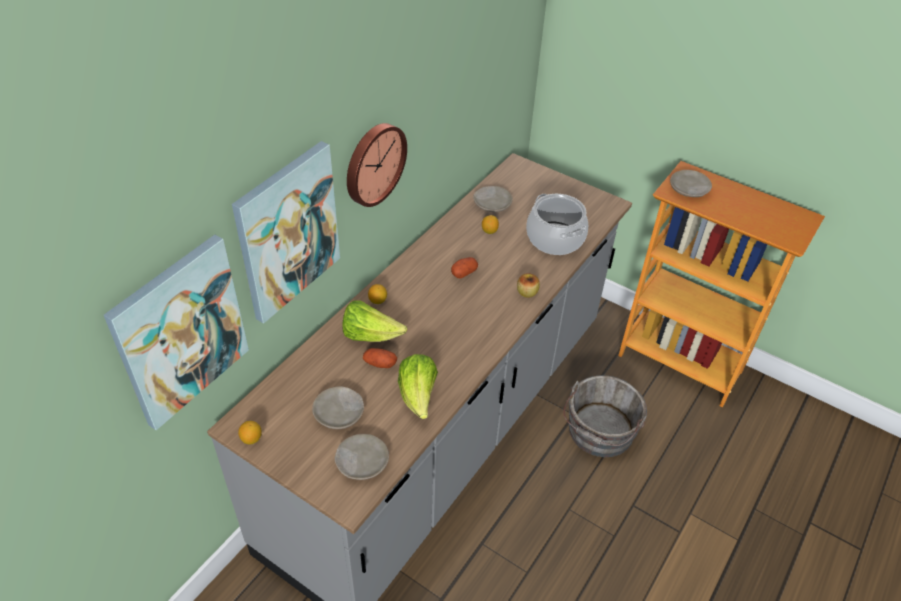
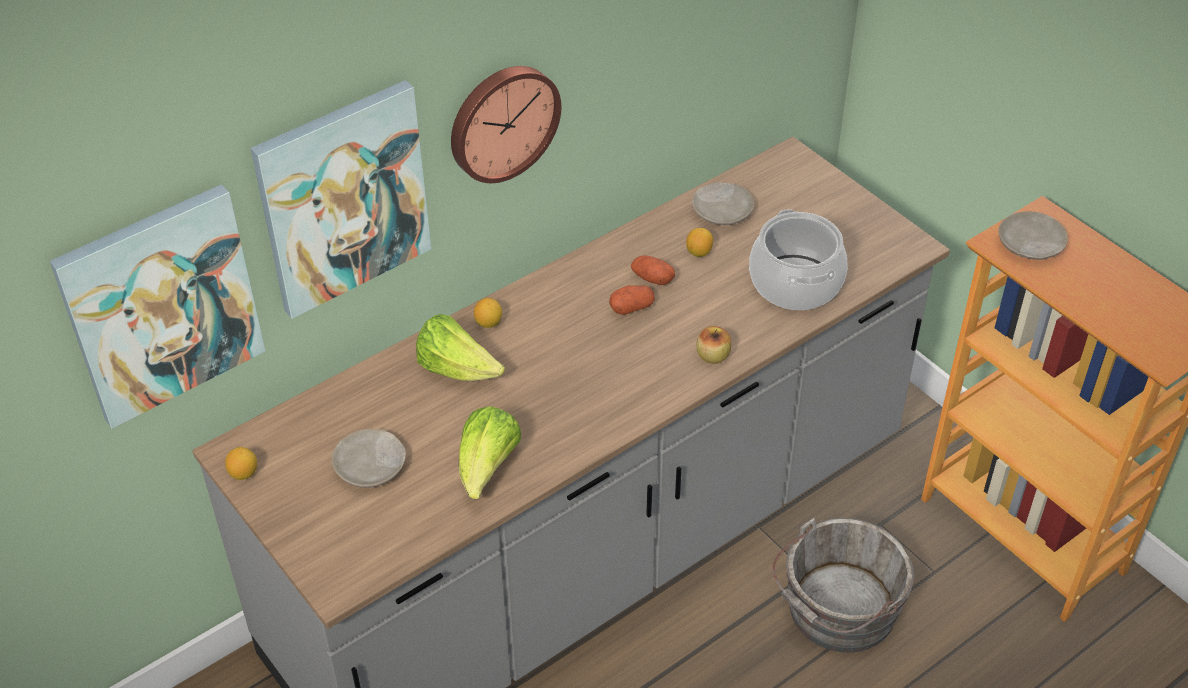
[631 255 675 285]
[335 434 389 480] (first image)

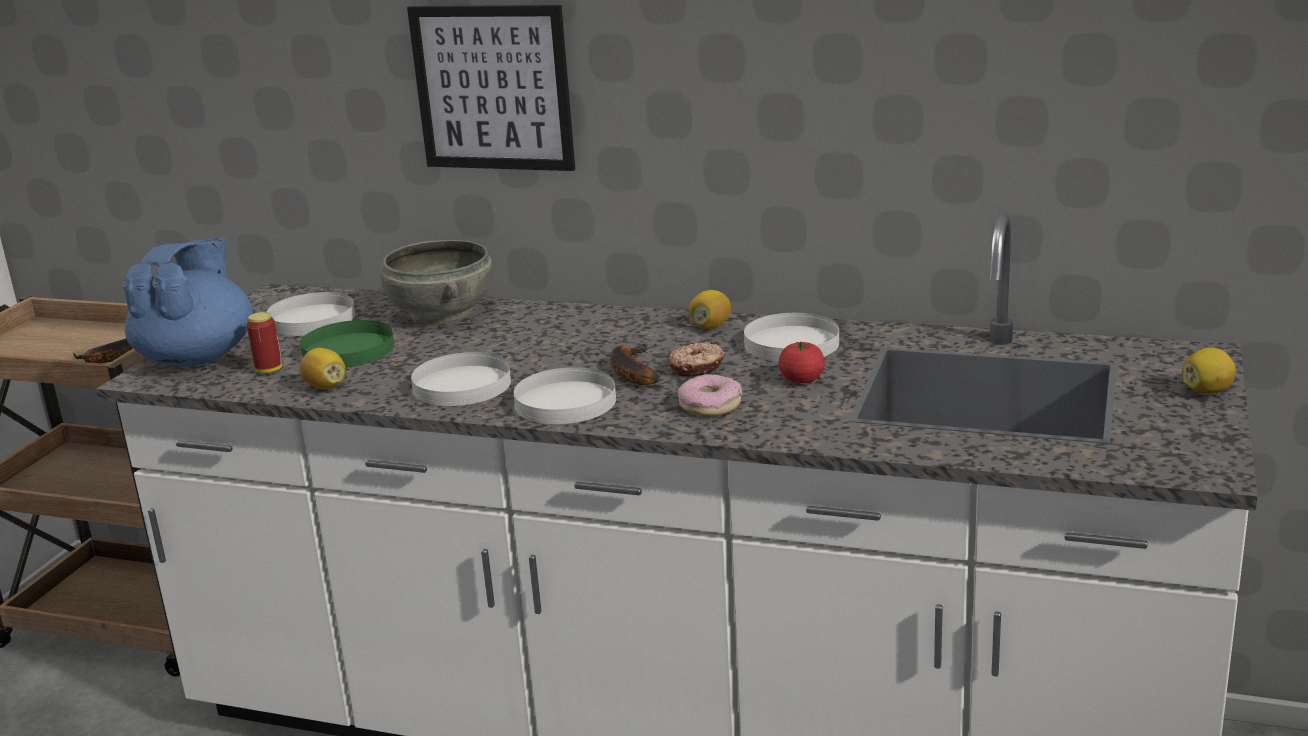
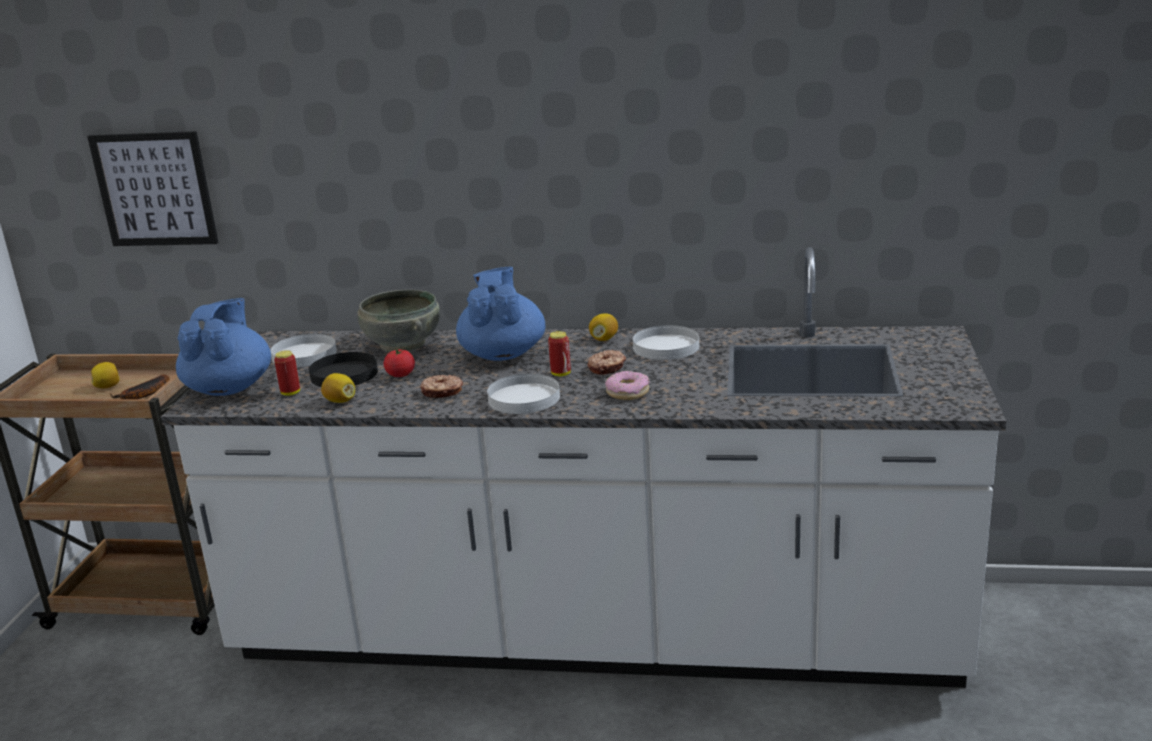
[87 131 219 246]
[91 362 119 388]
[309 352 378 387]
[384 349 415 377]
[420 375 463 398]
[456 267 546 361]
[548 331 571 376]

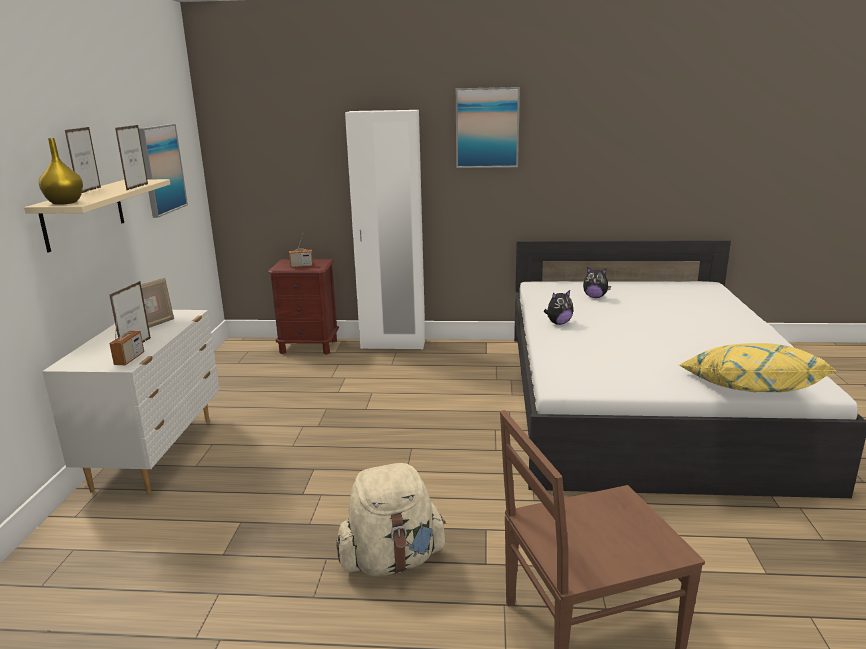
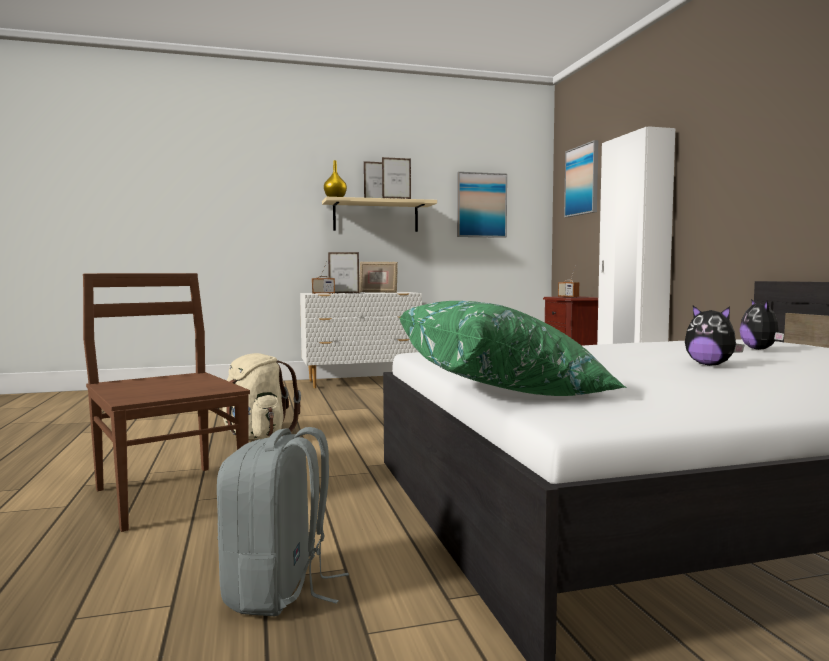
[217 427 349 616]
[399 301 627 396]
[564 140 598 217]
[685 306 744 366]

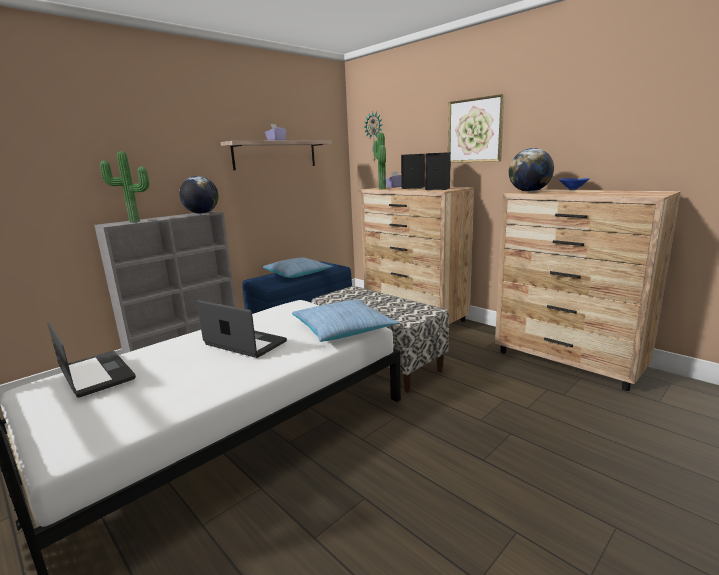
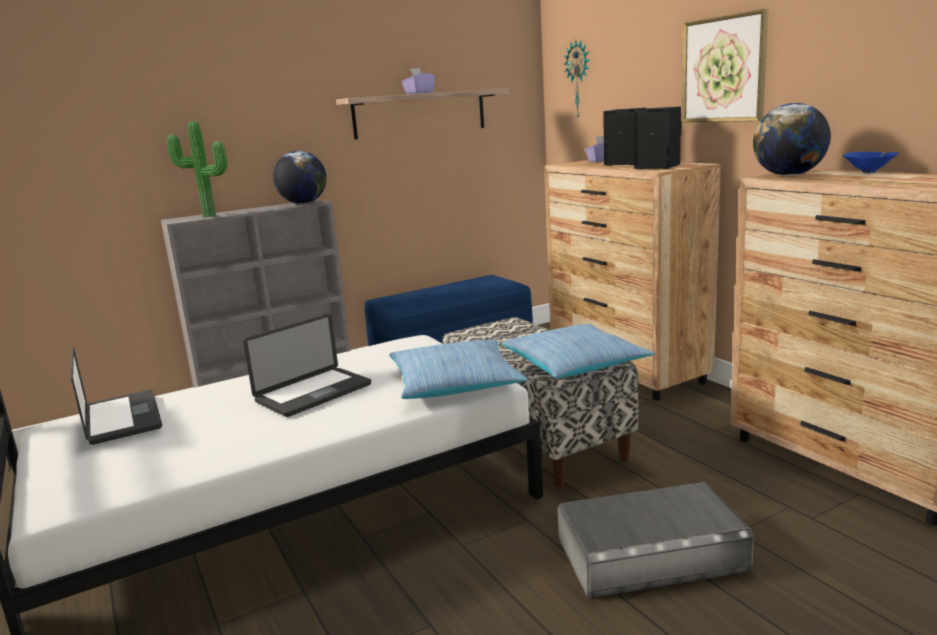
[243 314 371 417]
[502 324 655 378]
[558 482 754 598]
[374 133 386 189] (first image)

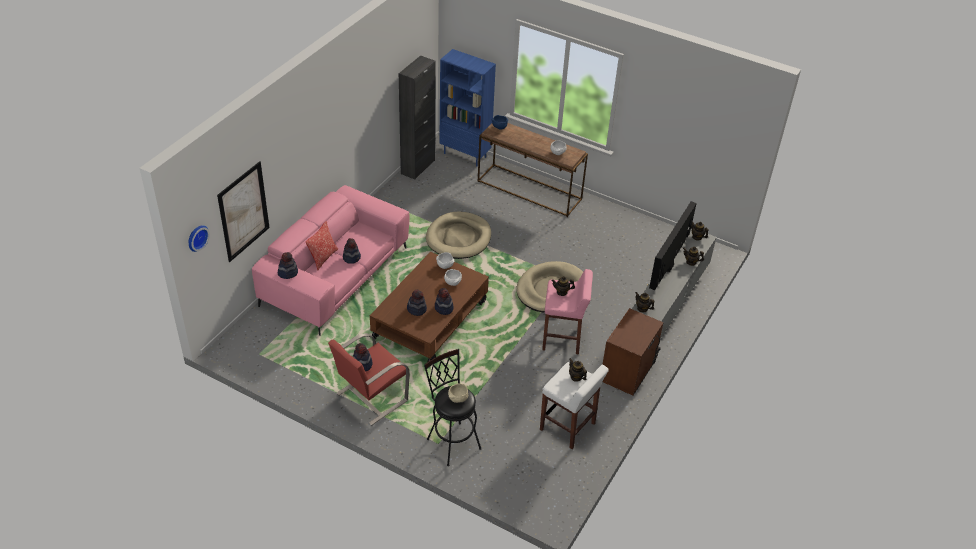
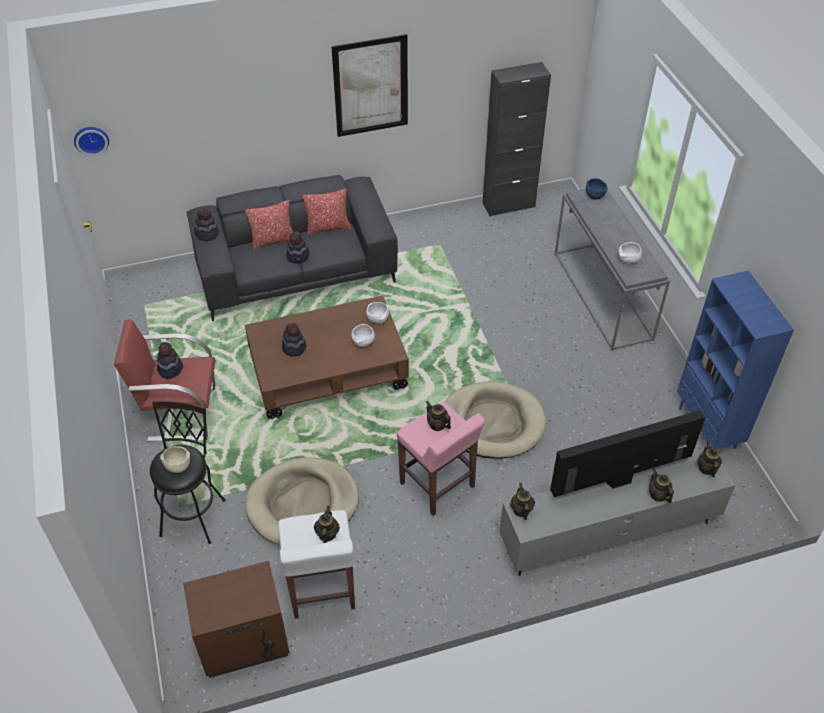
[183 561 290 678]
[187 175 398 321]
[245 457 359 545]
[302 189 351 236]
[331 34 408 137]
[555 188 670 351]
[677 271 794 450]
[435 288 453 315] (first image)

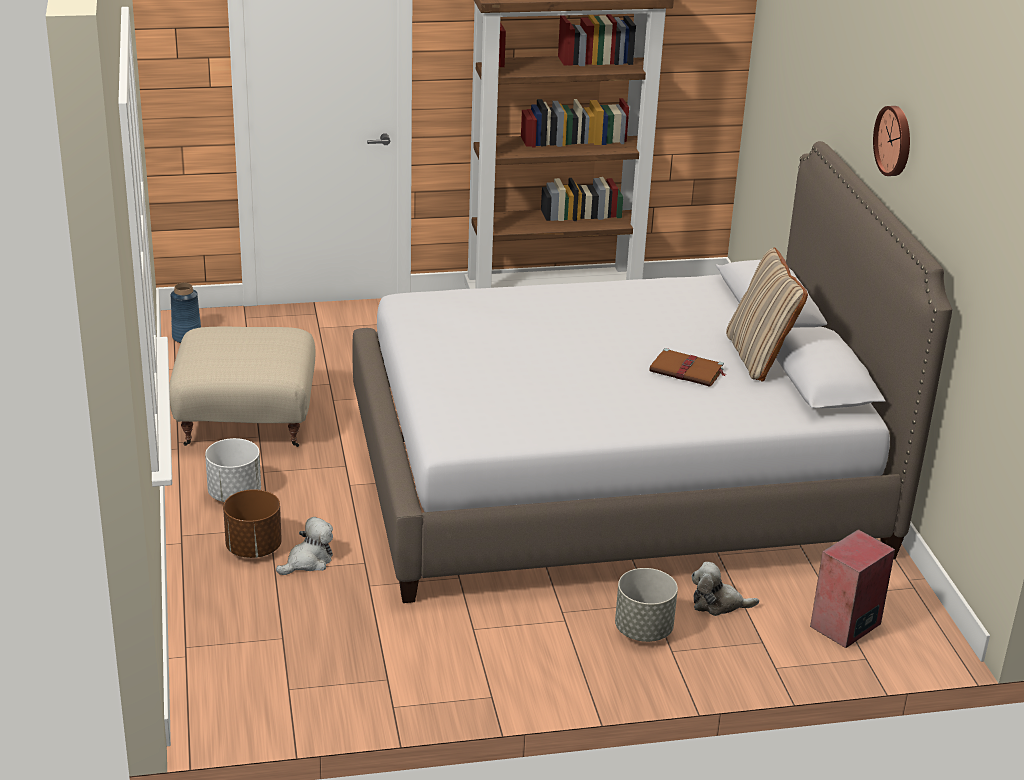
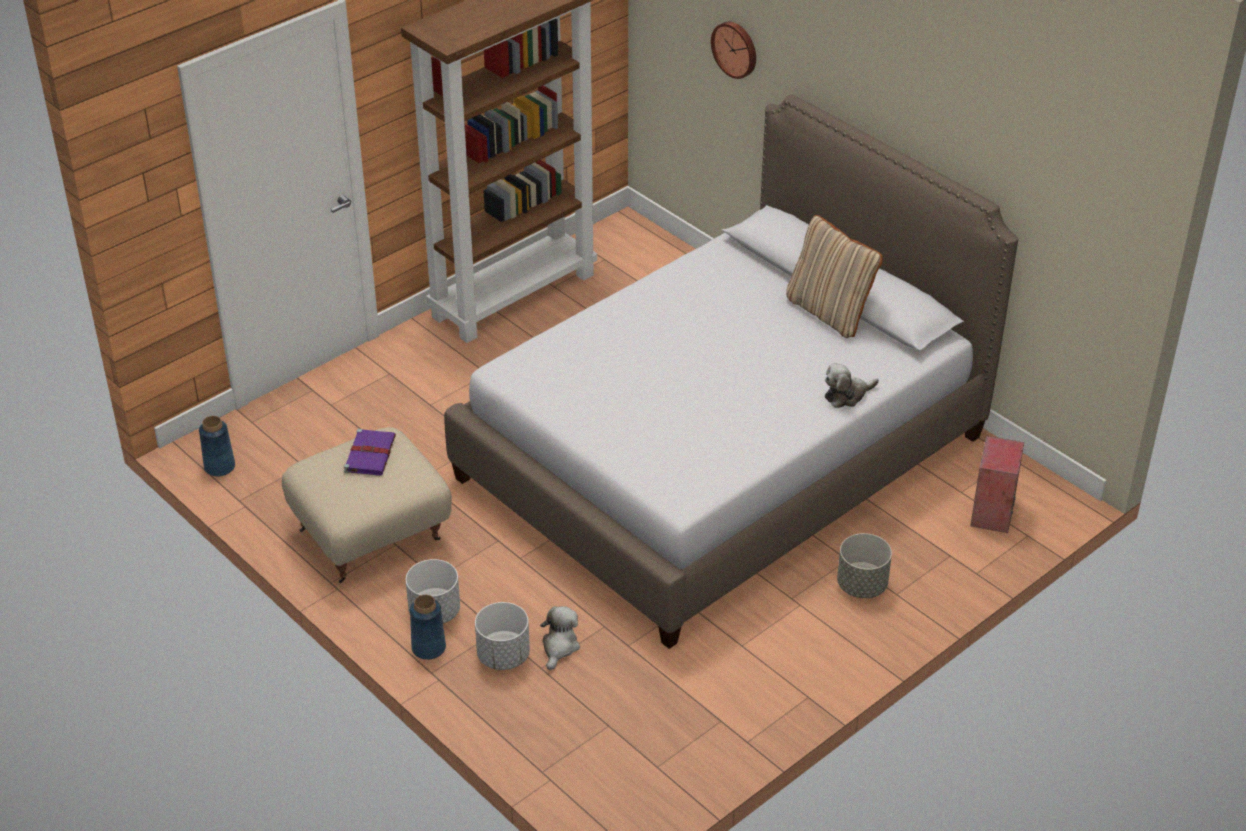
[344 429 396 476]
[410 595 446 660]
[475 602 530 670]
[711 22 756 79]
[825 363 879 408]
[649 348 725 387] (first image)

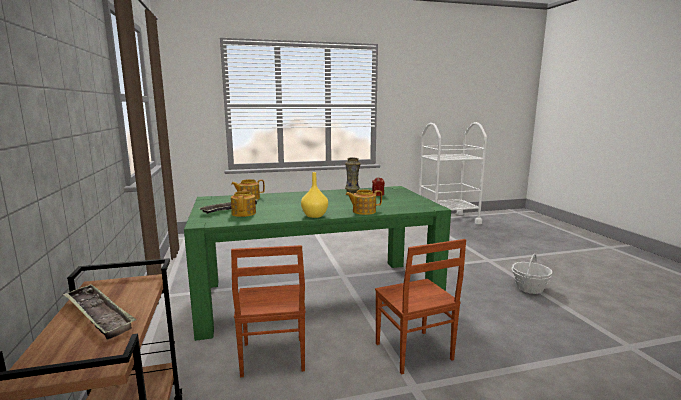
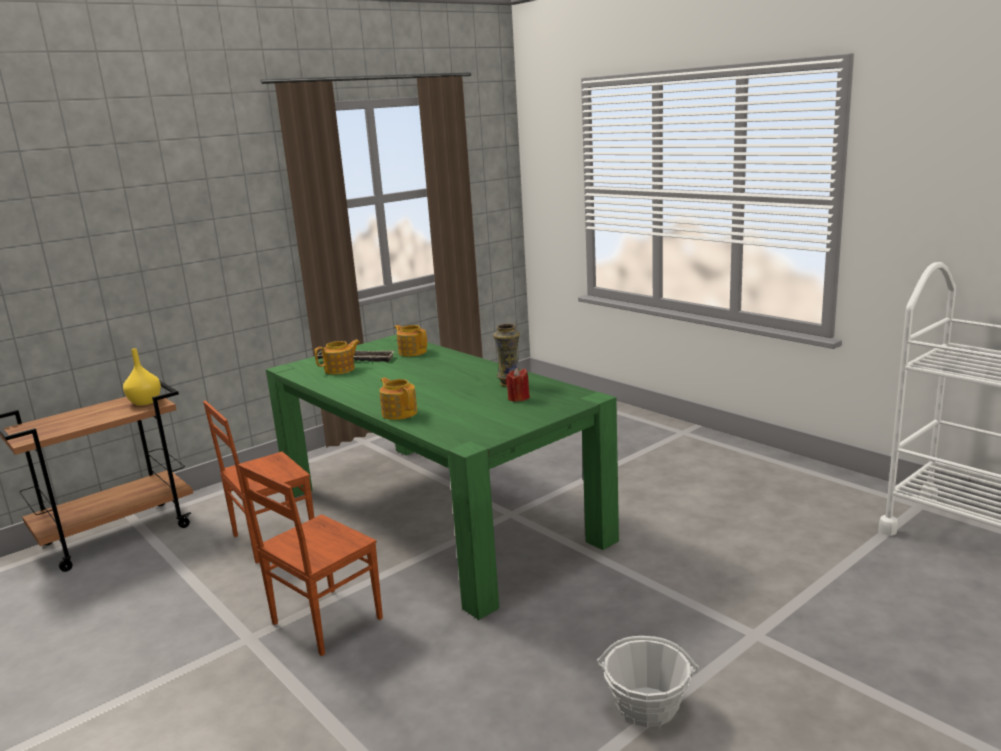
[123 348 161 406]
[63 284 136 340] (first image)

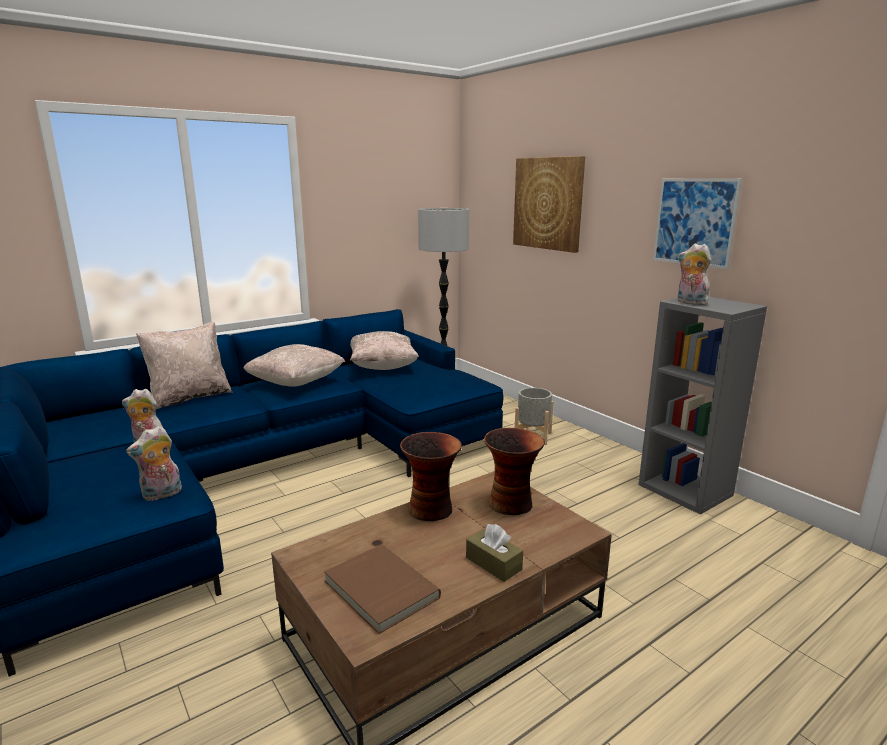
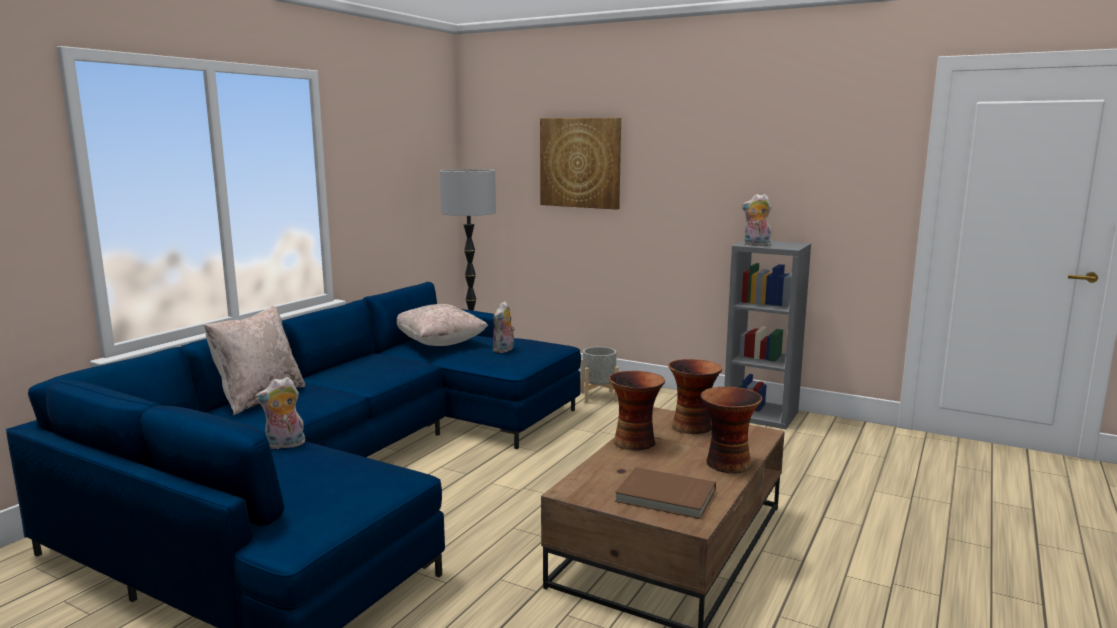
[493 301 515 353]
[700 387 762 474]
[243 344 345 387] (first image)
[653 178 742 269] (first image)

